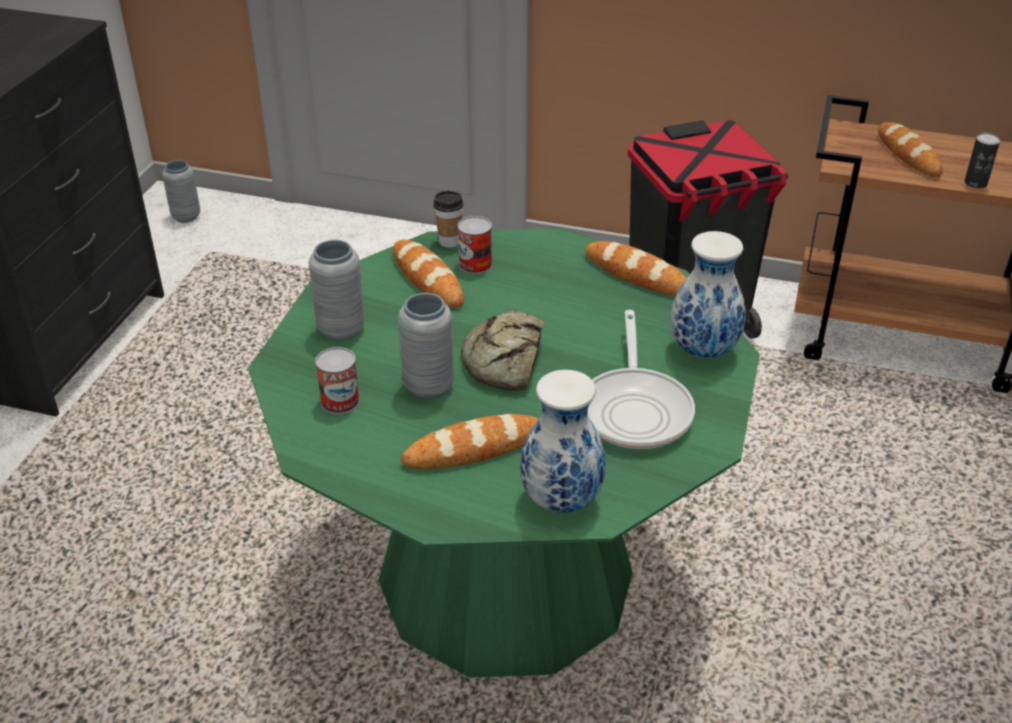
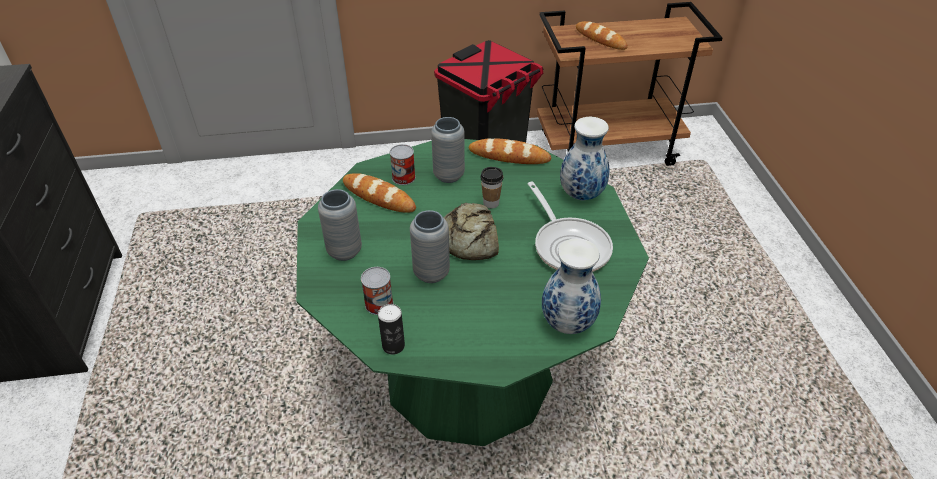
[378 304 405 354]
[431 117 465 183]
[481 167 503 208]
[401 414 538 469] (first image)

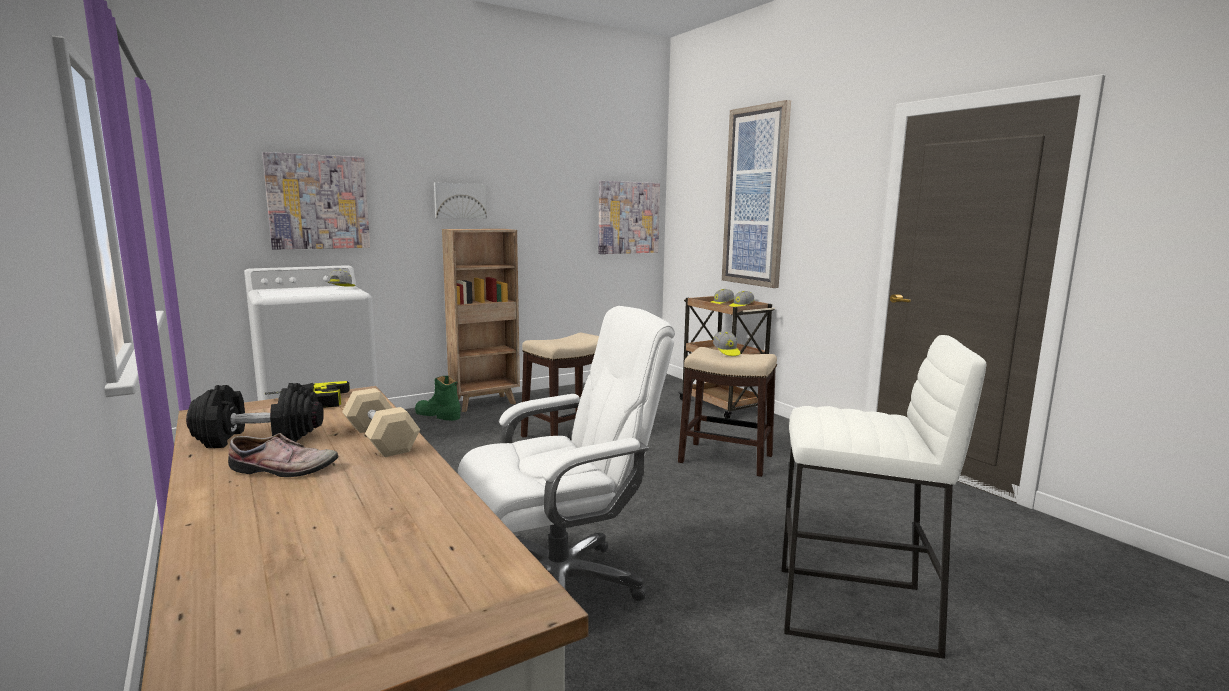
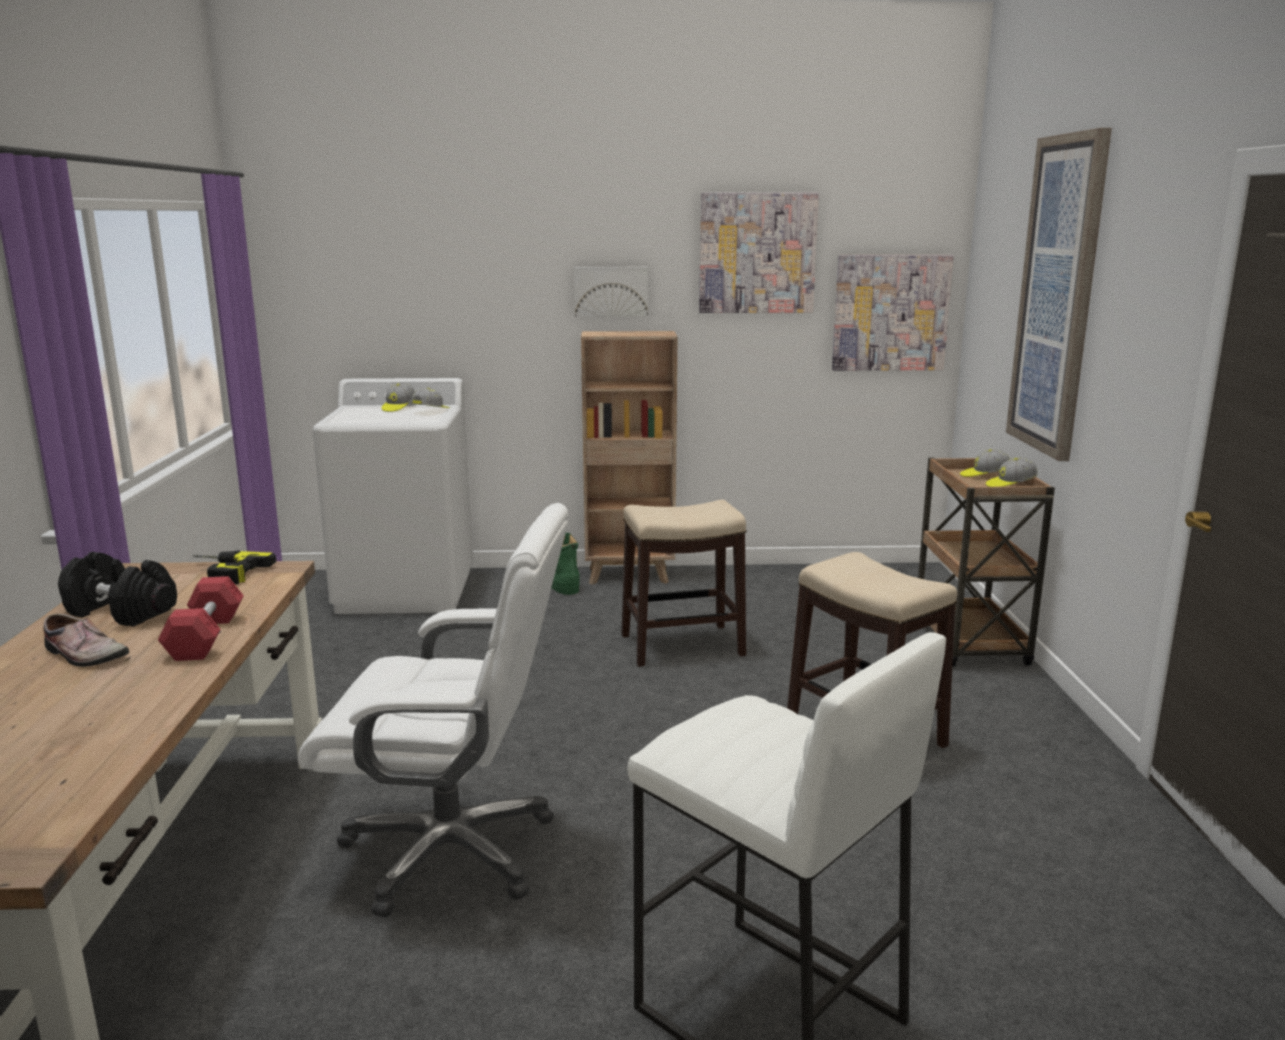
[158 576 244 661]
[382 383 414 412]
[699 193 819 313]

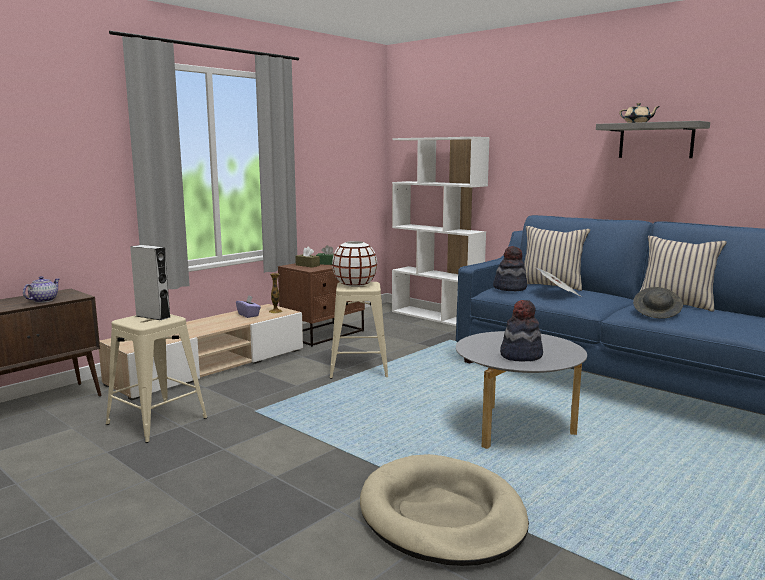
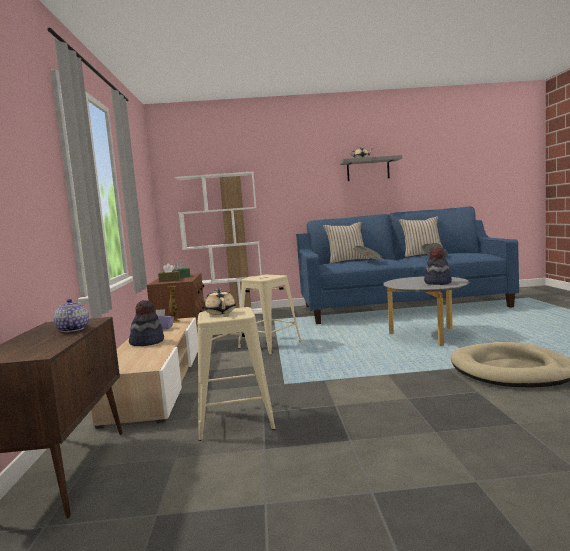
[129 300 164 346]
[204 288 236 315]
[332 241 377 287] (first image)

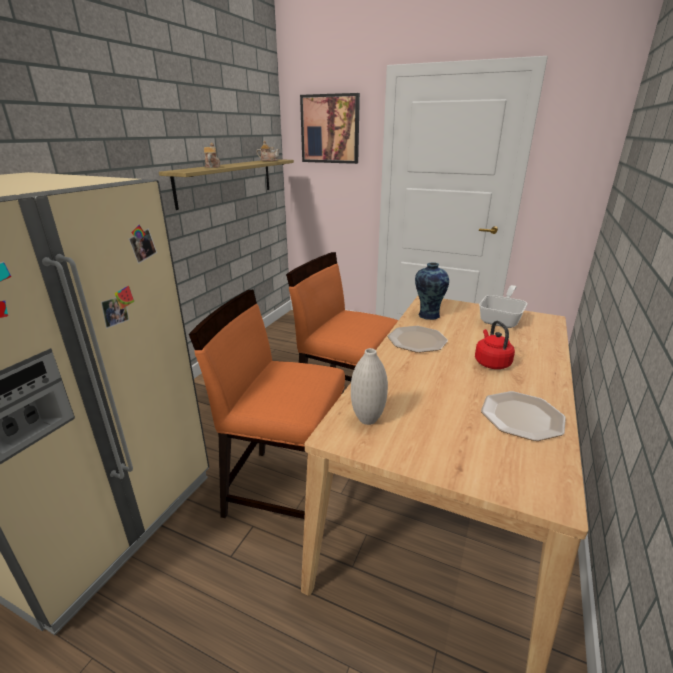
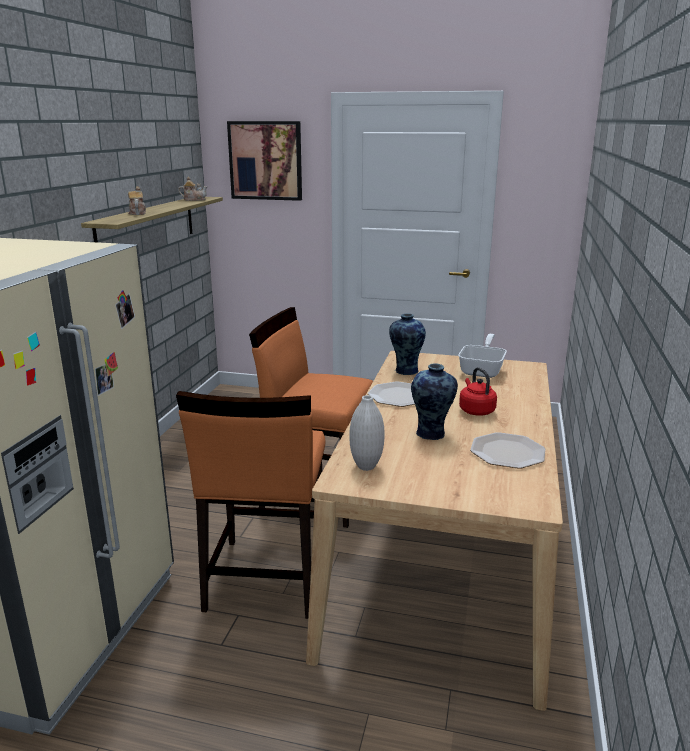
[176 391 326 619]
[411 363 458 440]

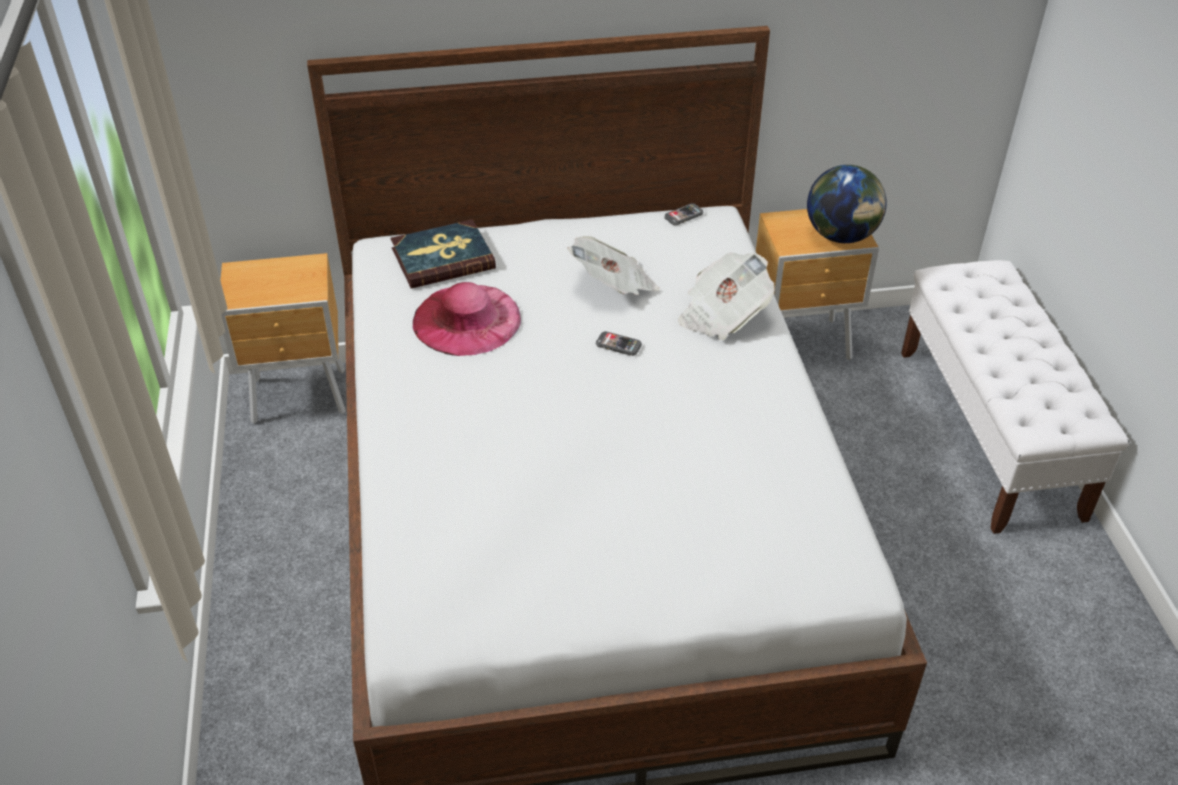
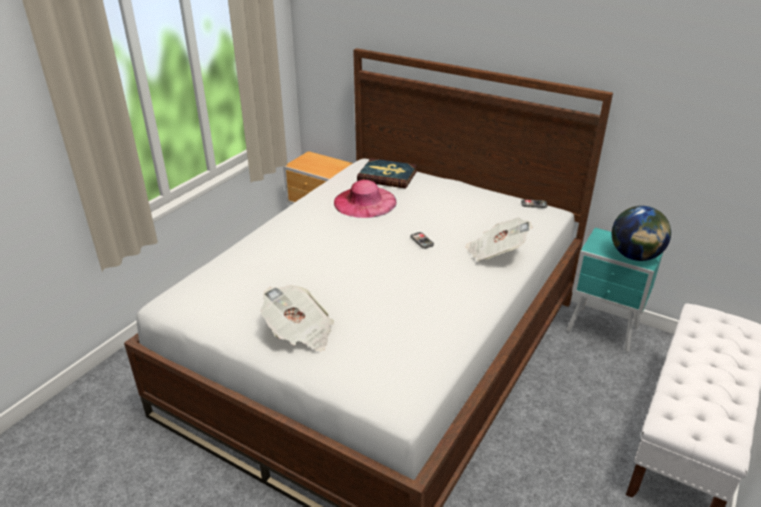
[260 285 334 351]
[567 228 663 352]

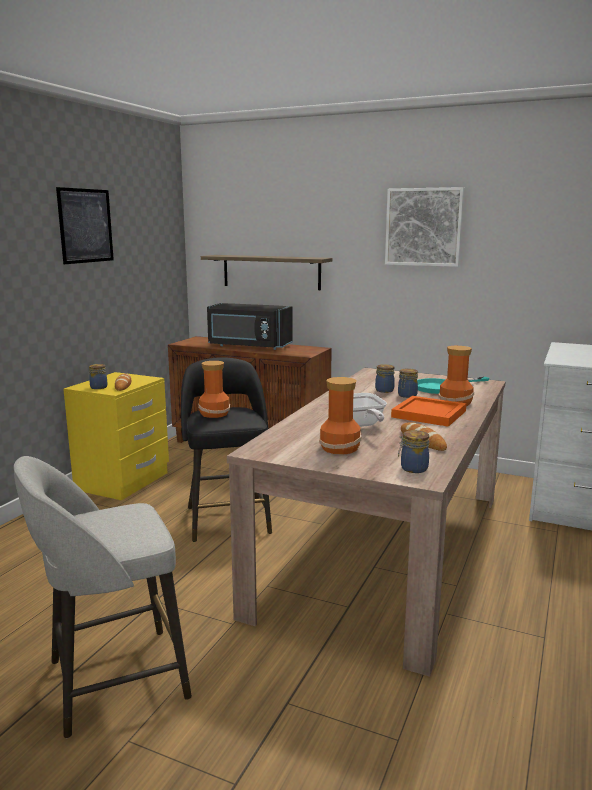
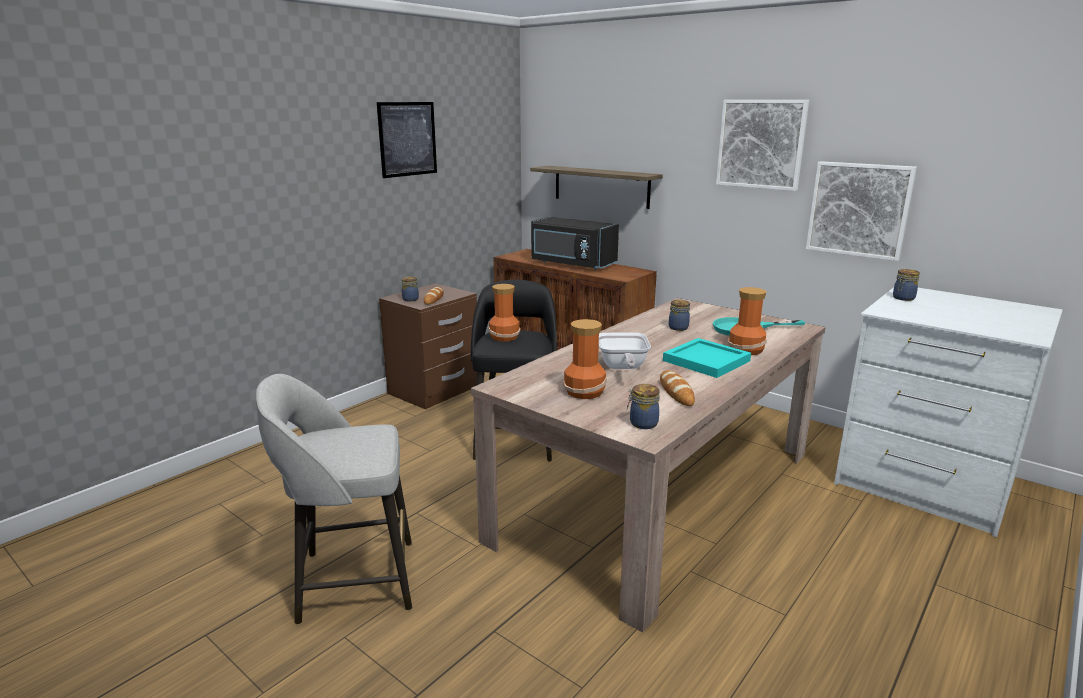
[379 283 477 409]
[663 338 751 378]
[806 161 917 261]
[893 269 920 301]

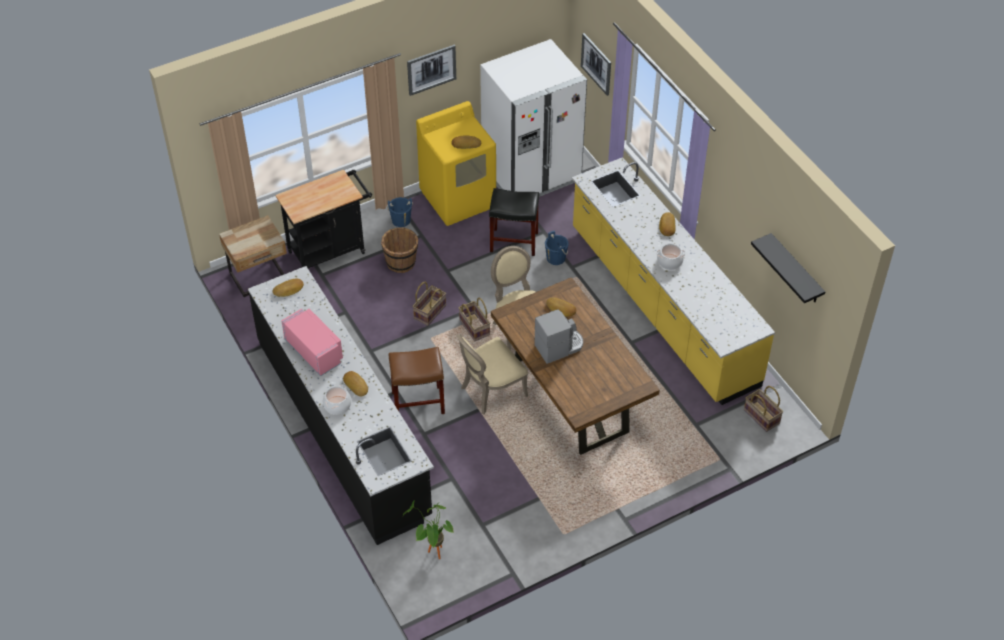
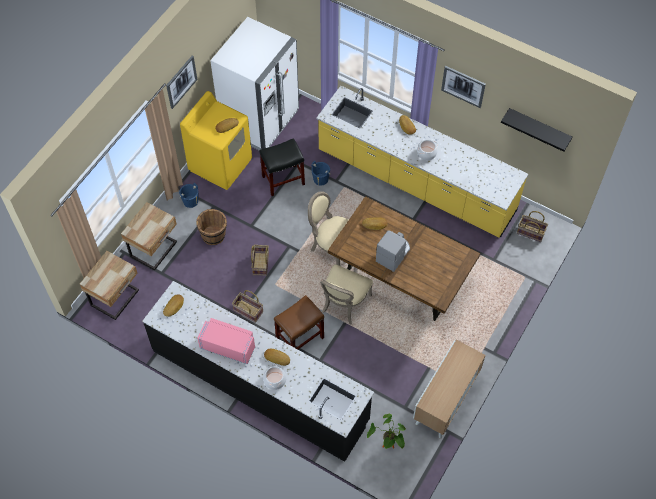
[121 202 177 270]
[232 290 263 323]
[413 339 486 439]
[441 66 486 108]

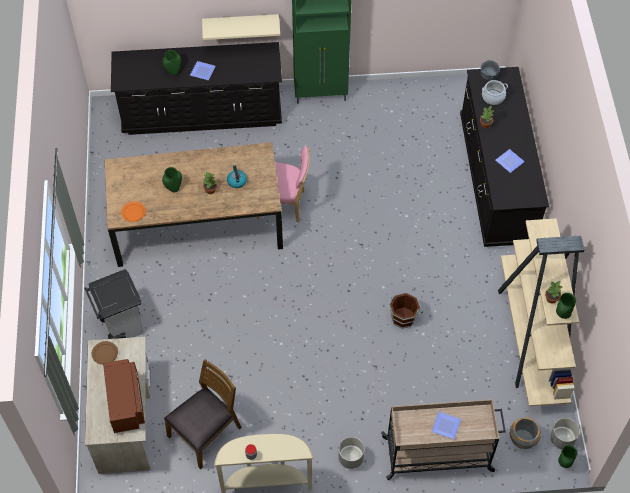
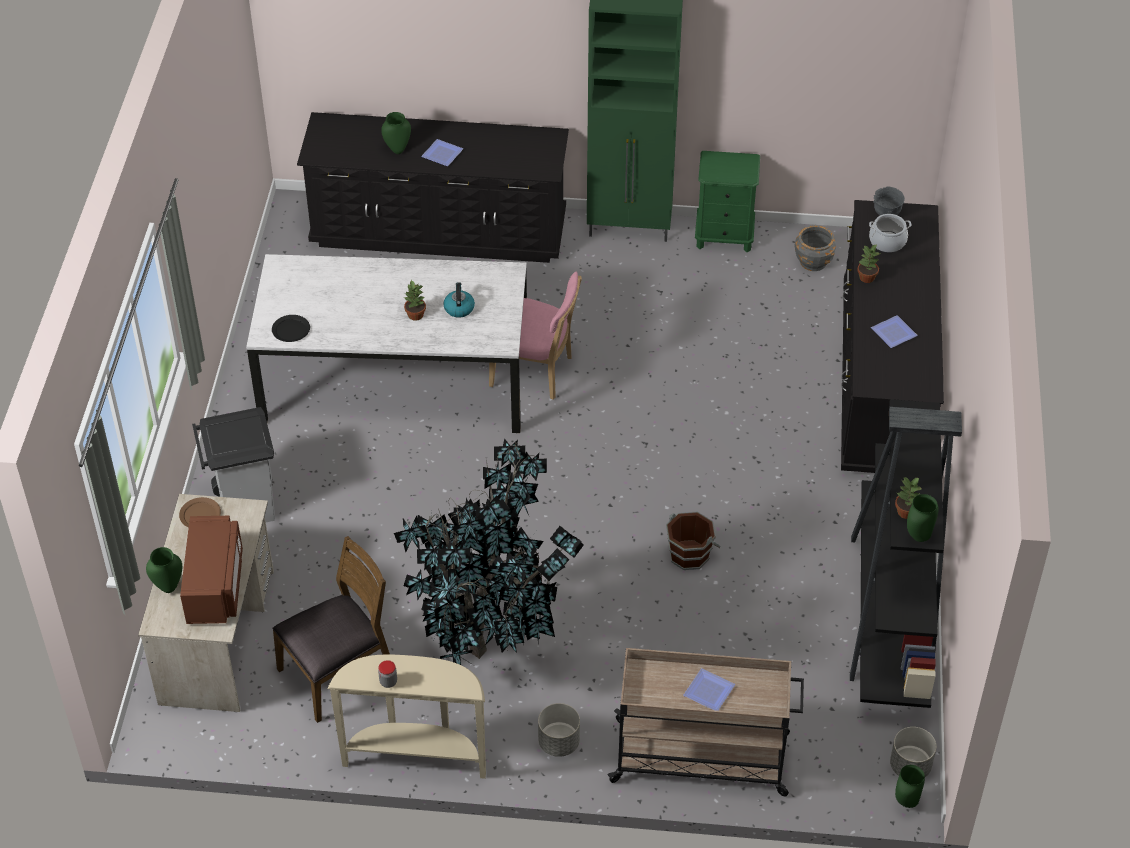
[146 547 182 593]
[246 254 527 433]
[272 315 310 342]
[394 438 584 665]
[695 151 760 252]
[794 225 836 271]
[850 399 962 708]
[202 14 280 40] (first image)

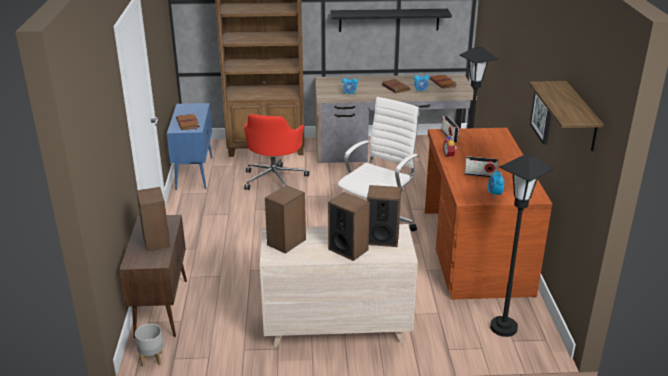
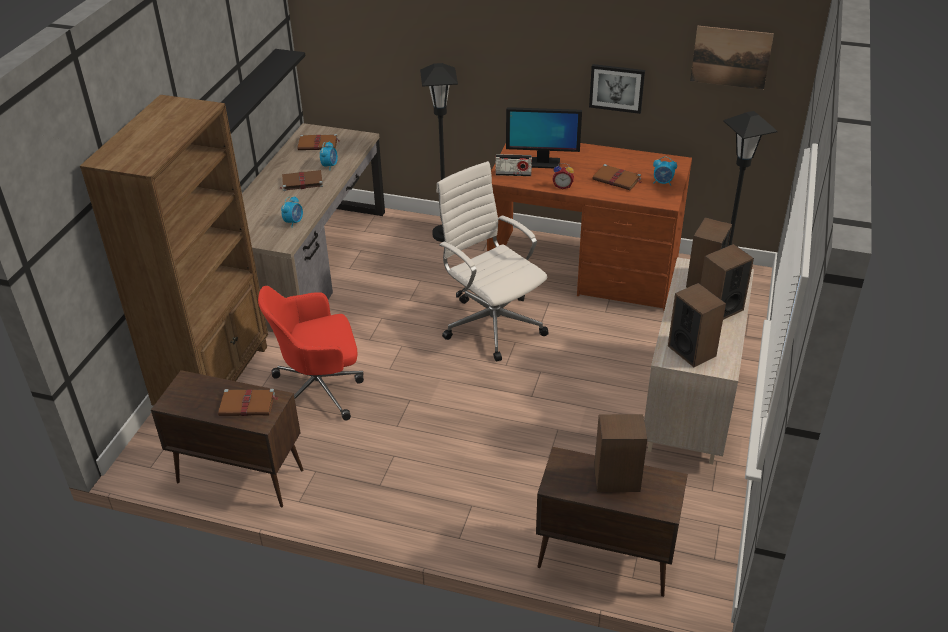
[151 370 303 507]
[258 286 364 420]
[506 107 582 168]
[592 164 641 190]
[690 26 774 90]
[135 324 163 367] (first image)

